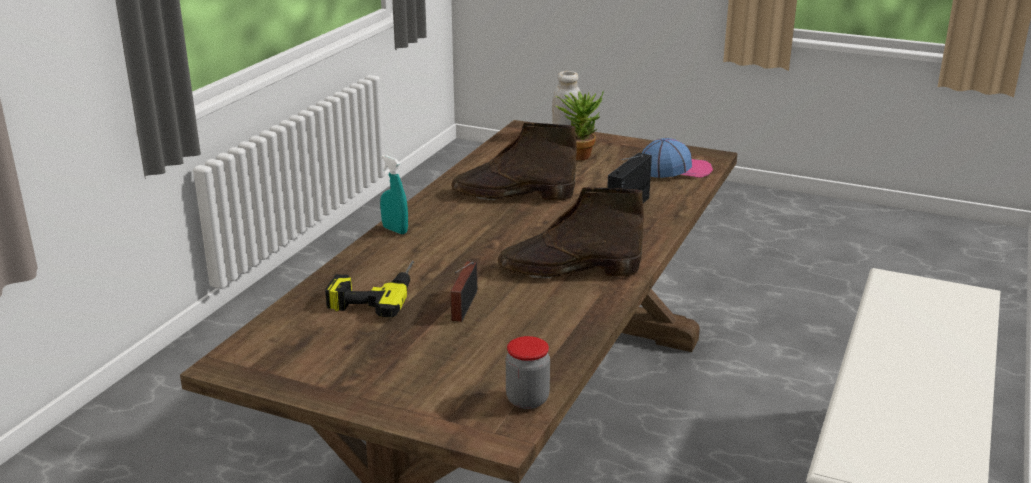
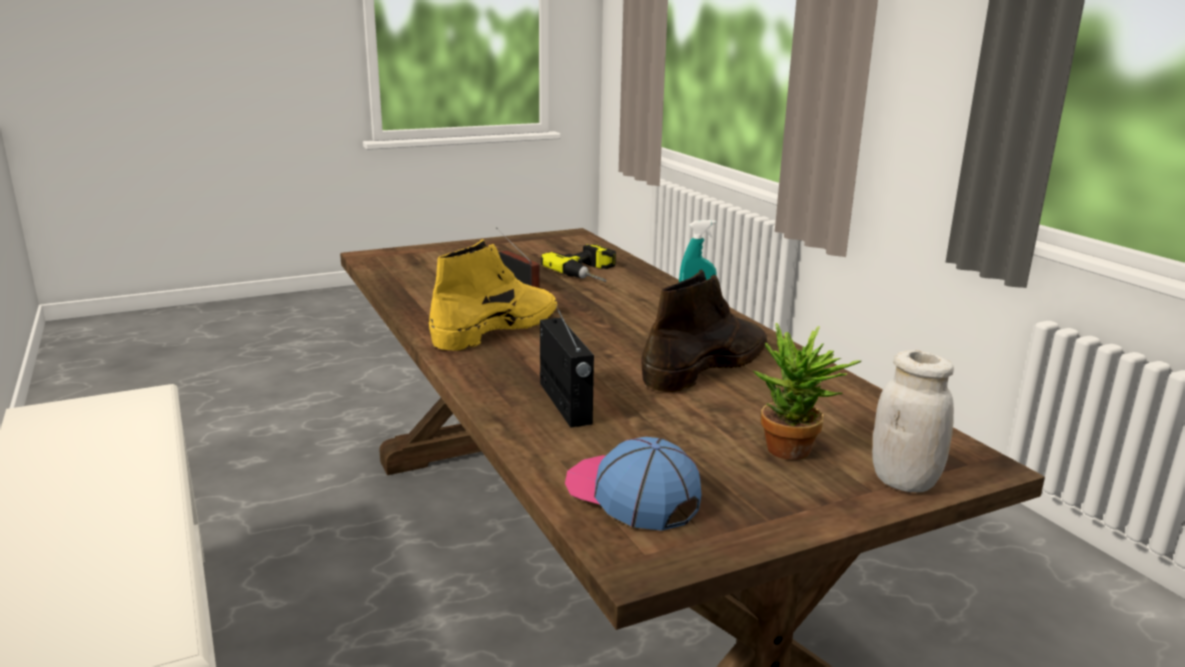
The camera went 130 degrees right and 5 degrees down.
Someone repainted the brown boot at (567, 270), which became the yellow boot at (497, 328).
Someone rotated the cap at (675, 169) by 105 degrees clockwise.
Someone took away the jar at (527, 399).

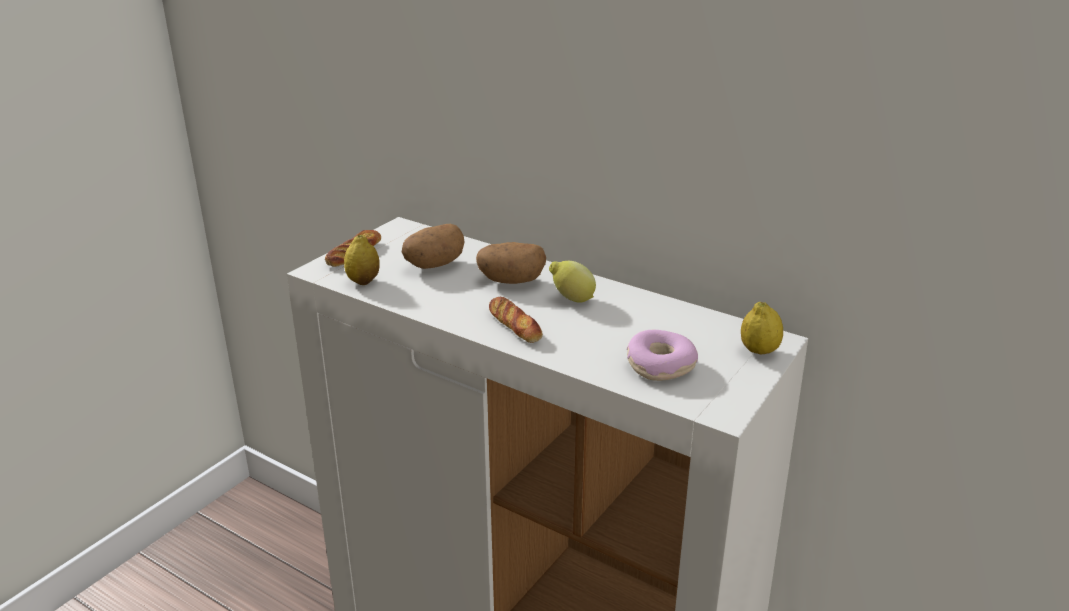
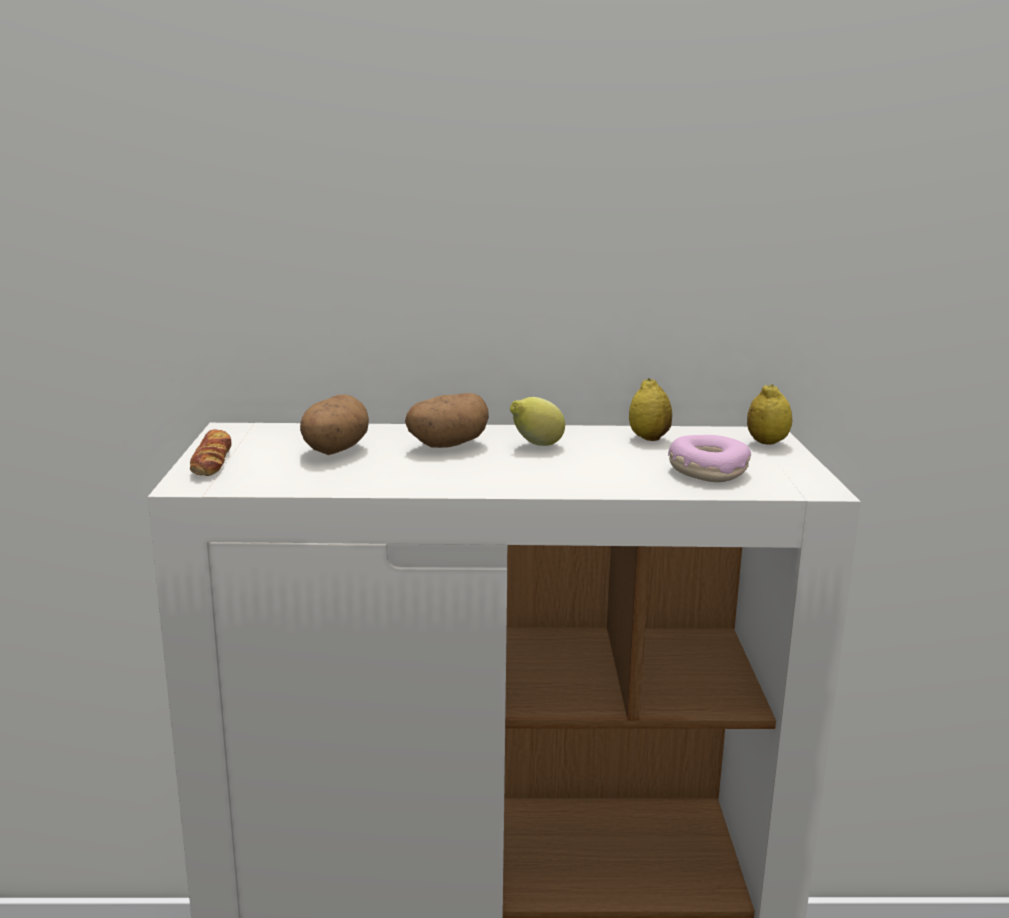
The camera went 35 degrees left and 10 degrees down.
Someone carried the lemon from (363, 281) to (649, 438).
Someone took away the bread at (515, 325).

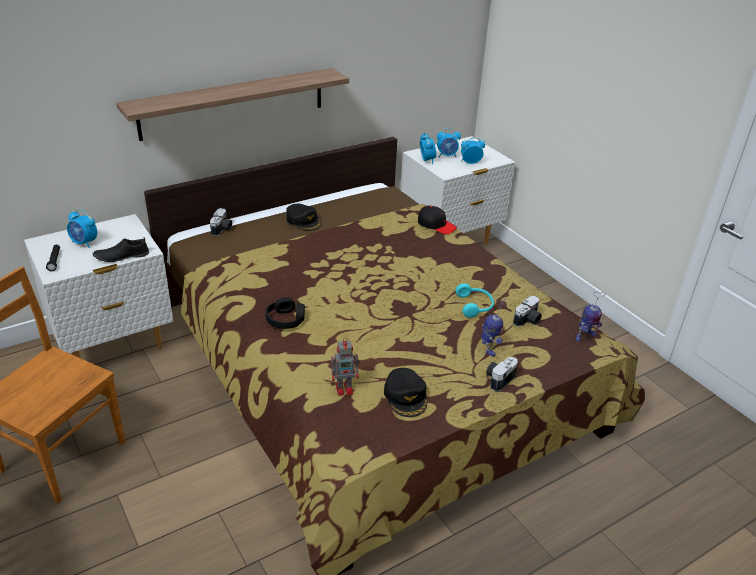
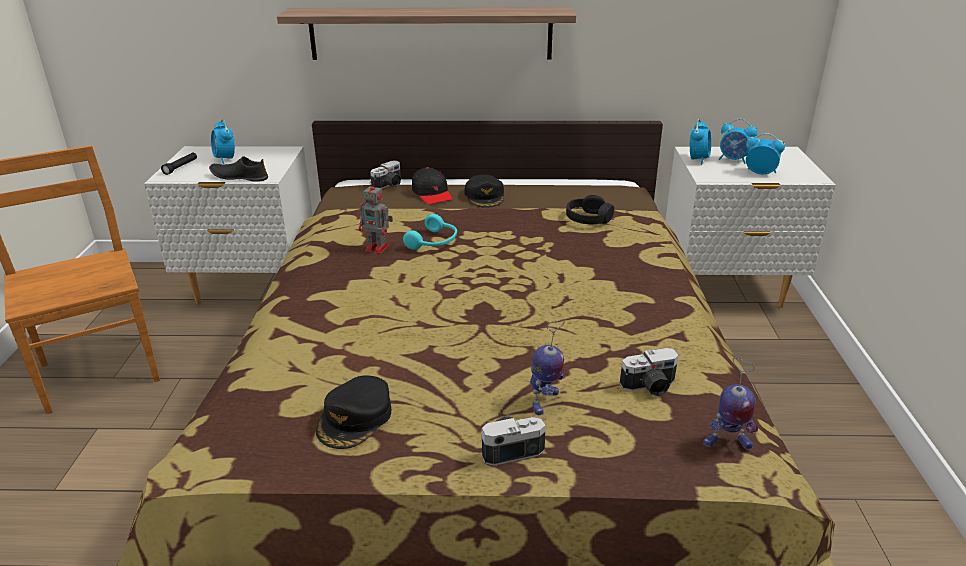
The camera went 35 degrees right and 5 degrees down.
Someone carried the toy robot from (345, 388) to (378, 248).
Someone carried the turquoise headphones from (475, 306) to (434, 242).
Someone carried the black cap from (436, 225) to (432, 194).
Someone carried the black headphones from (286, 320) to (588, 218).

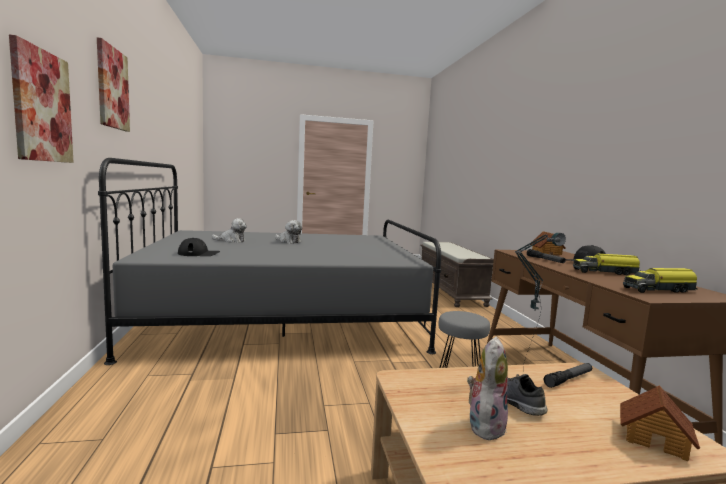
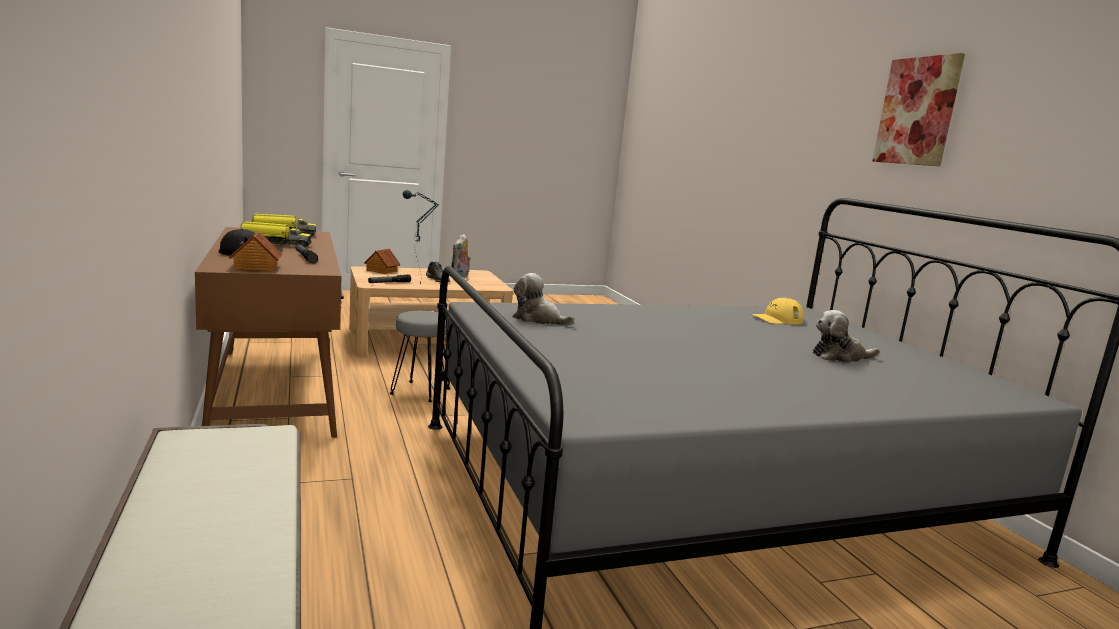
The camera went 170 degrees right and 5 degrees up.
Someone carried the plush toy from (288, 241) to (538, 319).
Someone repainted the black cap at (199, 253), which became the yellow cap at (777, 319).
Someone took away the picture at (41, 106).

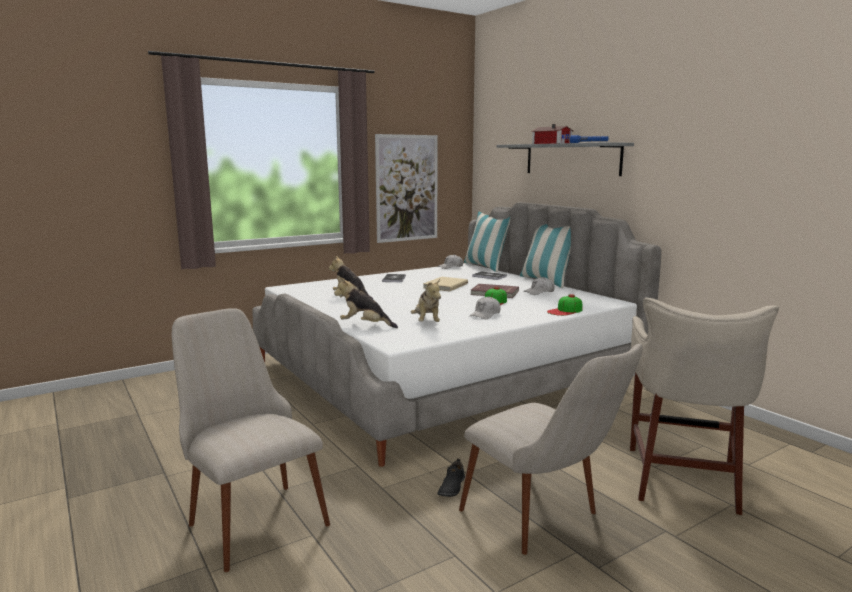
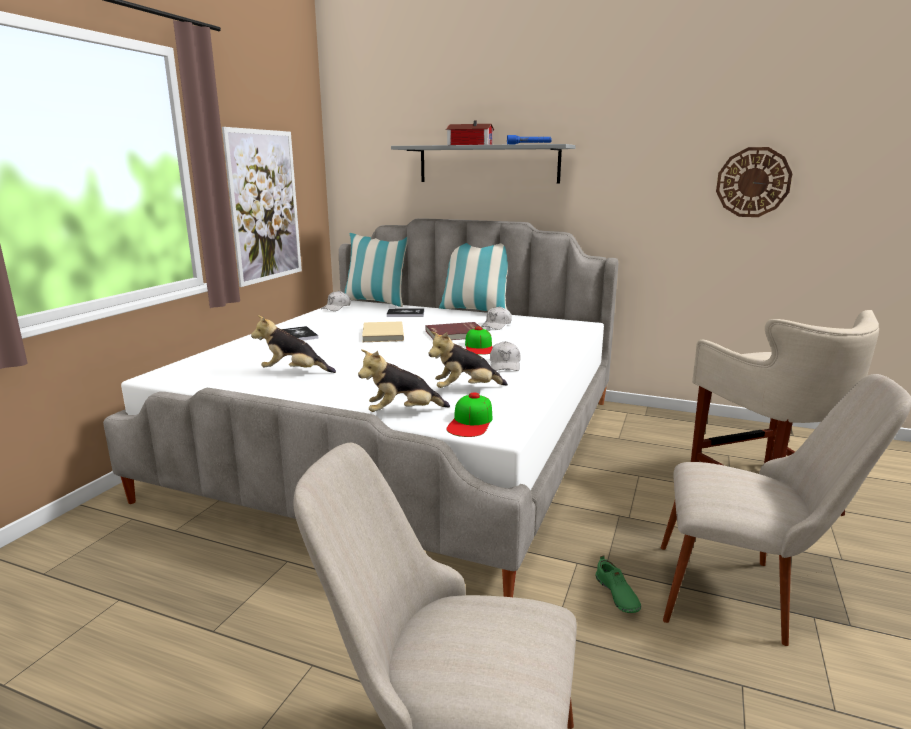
The camera went 35 degrees left and 5 degrees up.
Someone rotated the plush toy at (427, 322) by 120 degrees clockwise.
Someone carried the cap from (565, 311) to (470, 422).
Someone repainted the black shoe at (451, 487), which became the green shoe at (616, 595).
Someone put up the wall clock at (753, 182).

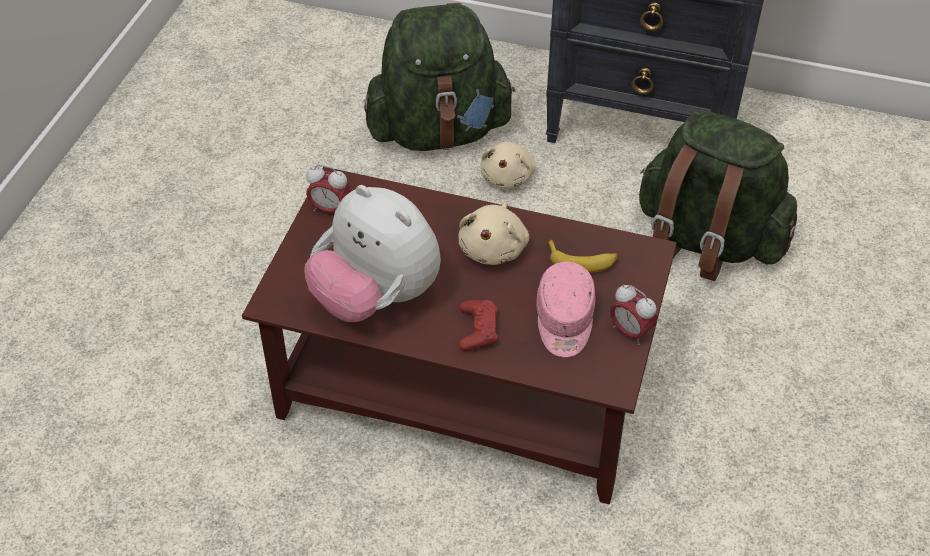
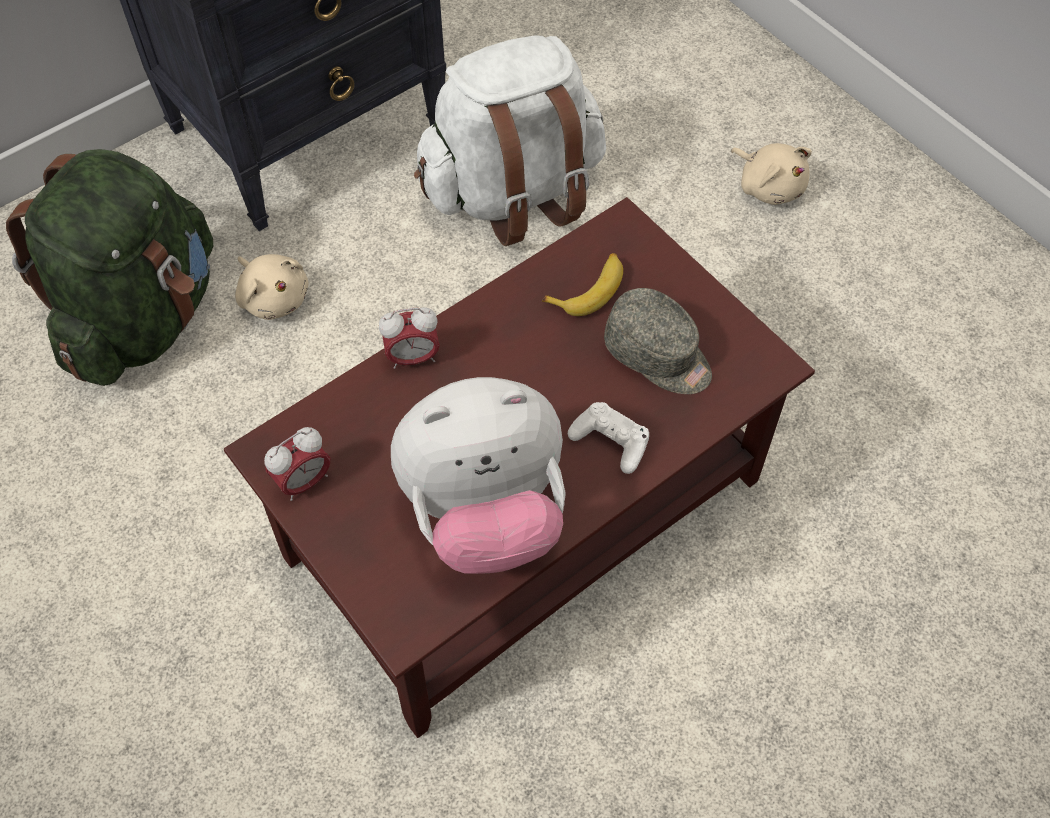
The camera went 55 degrees left and 10 degrees up.
Someone carried the alarm clock from (630, 332) to (413, 357).
Someone repainted the green backpack at (706, 241), which became the white backpack at (513, 193).
Someone repainted the red game controller at (478, 329), which became the white game controller at (610, 441).
Someone repainted the pink cap at (564, 321), which became the grey cap at (658, 355).
Someone carried the beige plush toy from (494, 248) to (769, 186).

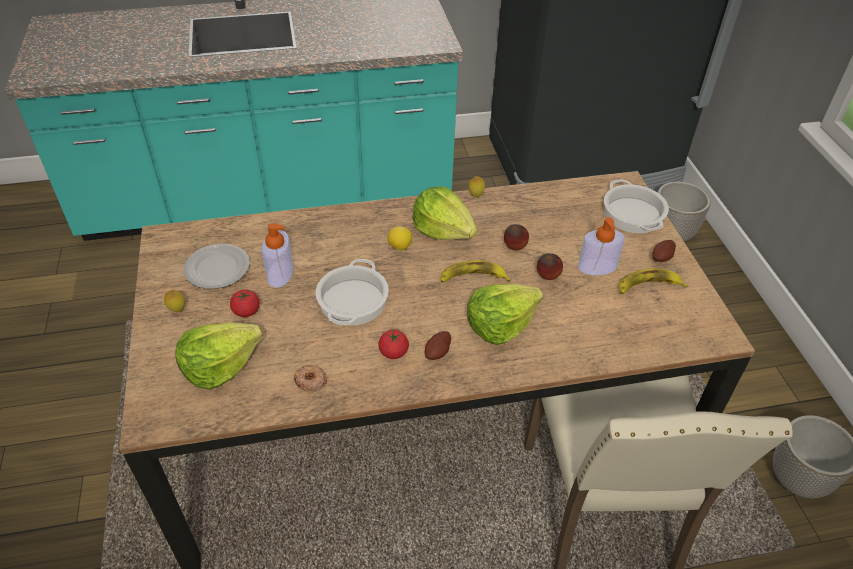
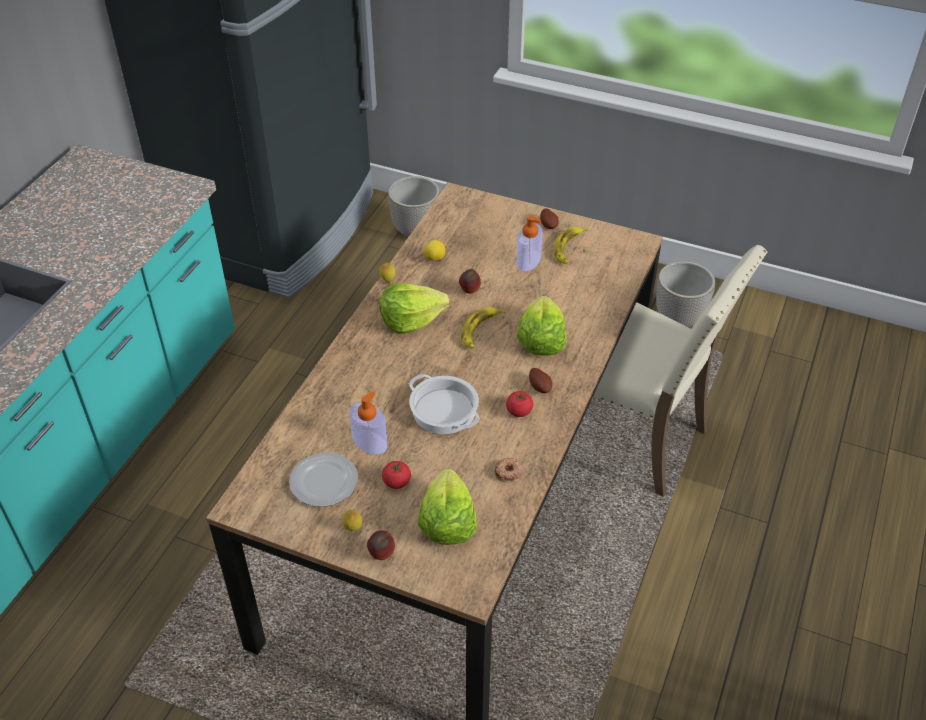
The camera went 55 degrees left and 0 degrees up.
Someone carried the apple from (547, 277) to (381, 555).
Someone carried the lemon from (399, 247) to (434, 259).
Someone took away the cooking pot at (634, 214).

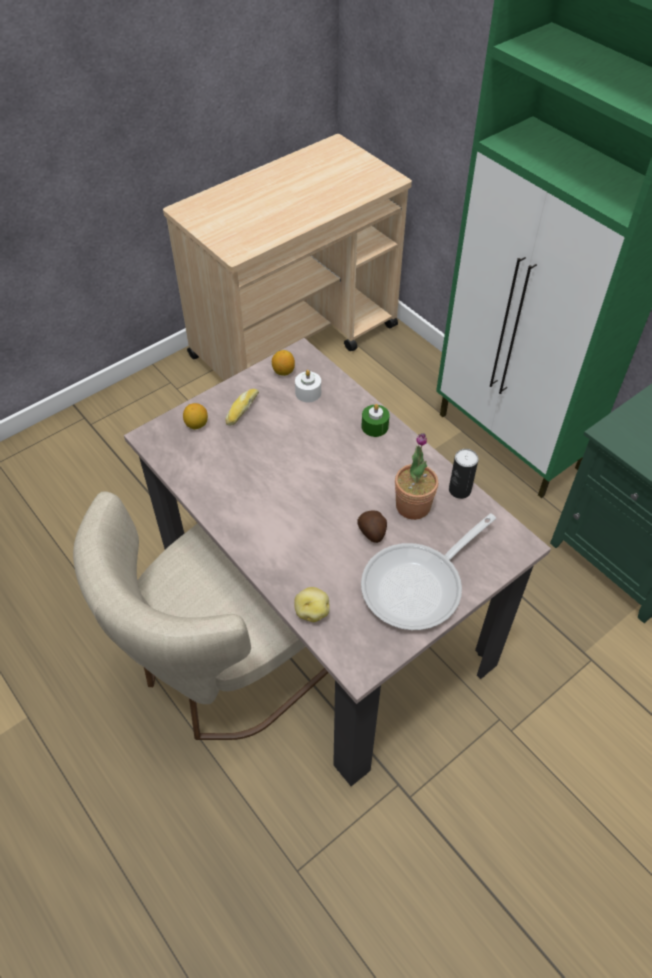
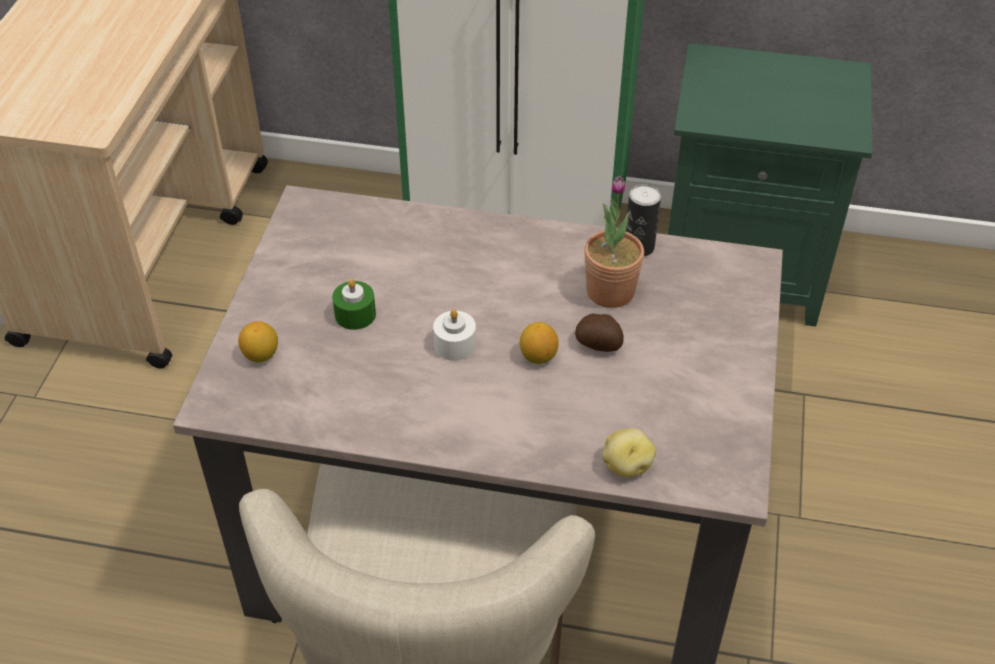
The camera went 40 degrees left and 5 degrees down.
Someone carried the green candle from (374, 426) to (355, 314).
Someone carried the white candle from (308, 393) to (455, 345).
Someone carried the lemon from (283, 371) to (538, 356).
Someone took away the bread at (241, 410).
Someone took away the frying pan at (419, 586).

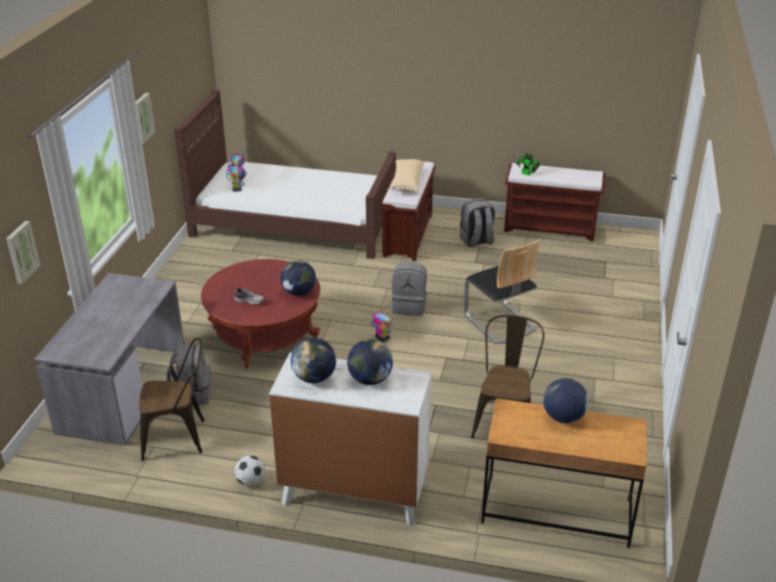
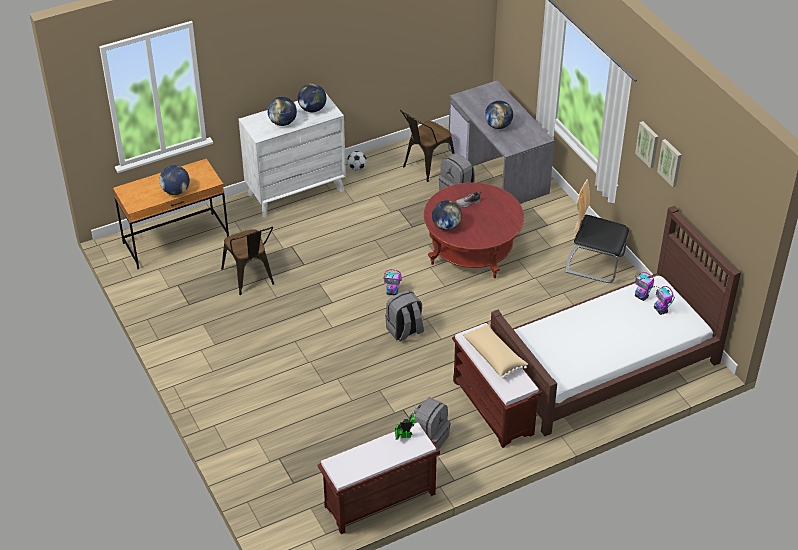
The camera went 140 degrees right and 10 degrees up.
Someone put down the globe at (498, 125).
Someone carried the chair from (499, 322) to (594, 264).
Someone carried the picture from (21, 252) to (670, 162).

